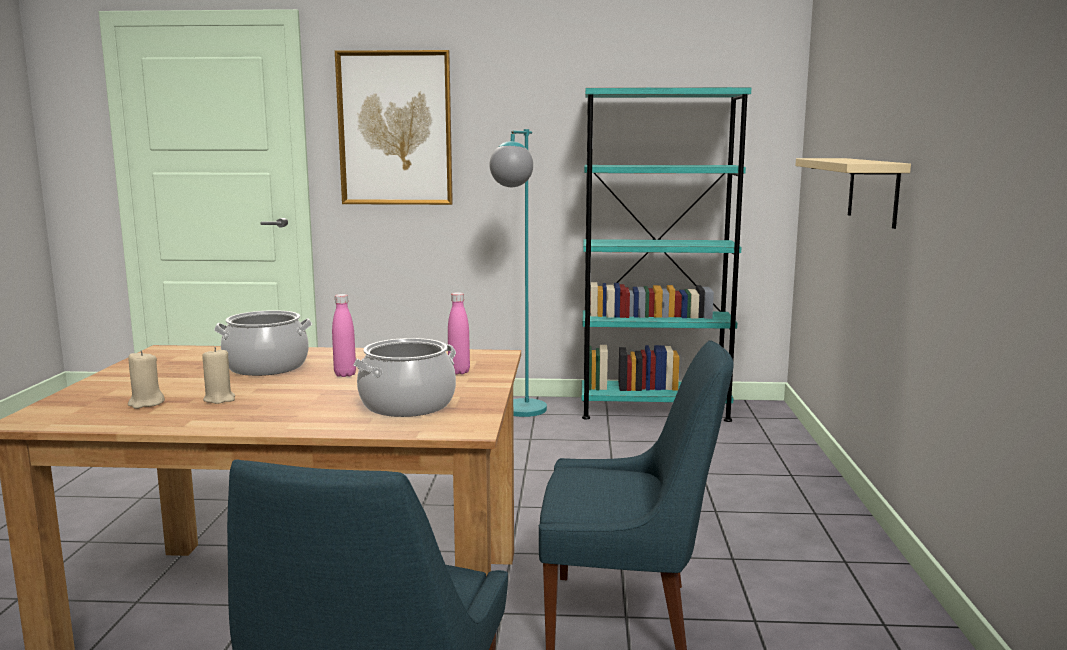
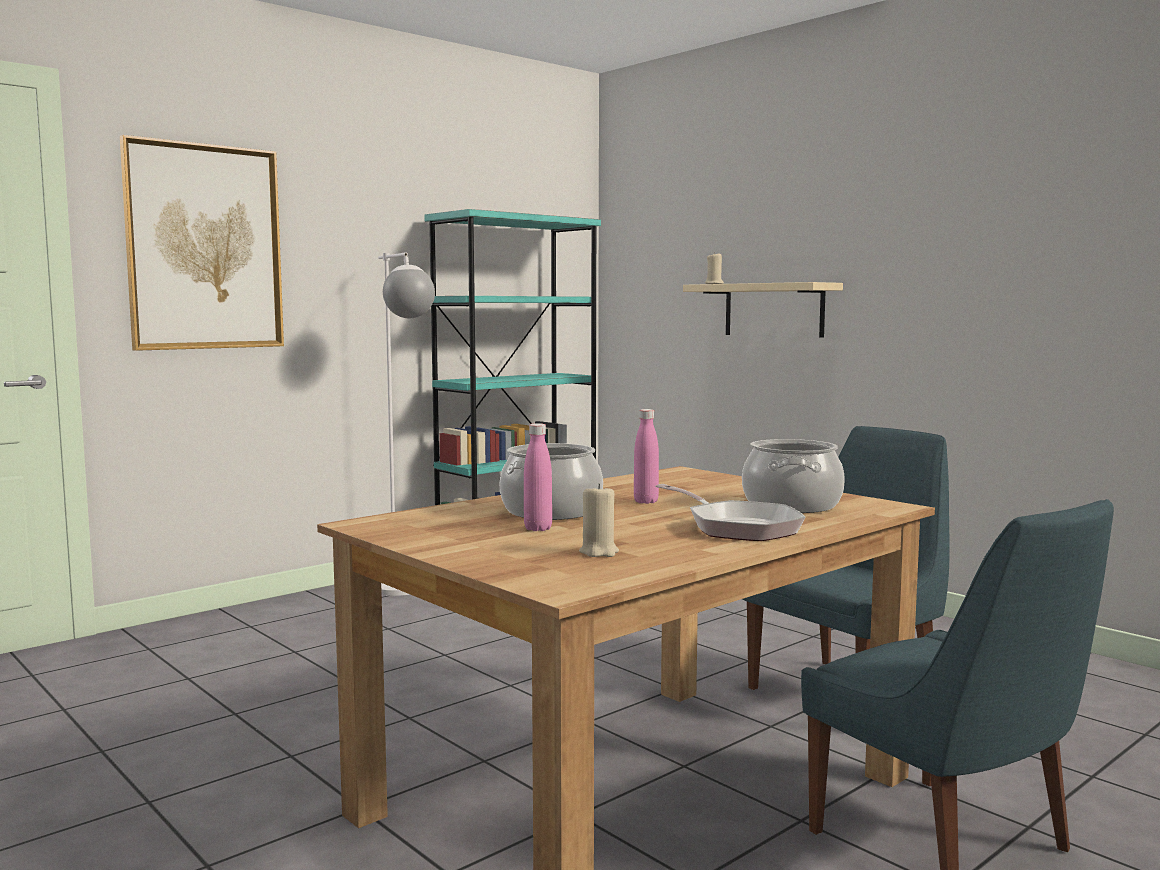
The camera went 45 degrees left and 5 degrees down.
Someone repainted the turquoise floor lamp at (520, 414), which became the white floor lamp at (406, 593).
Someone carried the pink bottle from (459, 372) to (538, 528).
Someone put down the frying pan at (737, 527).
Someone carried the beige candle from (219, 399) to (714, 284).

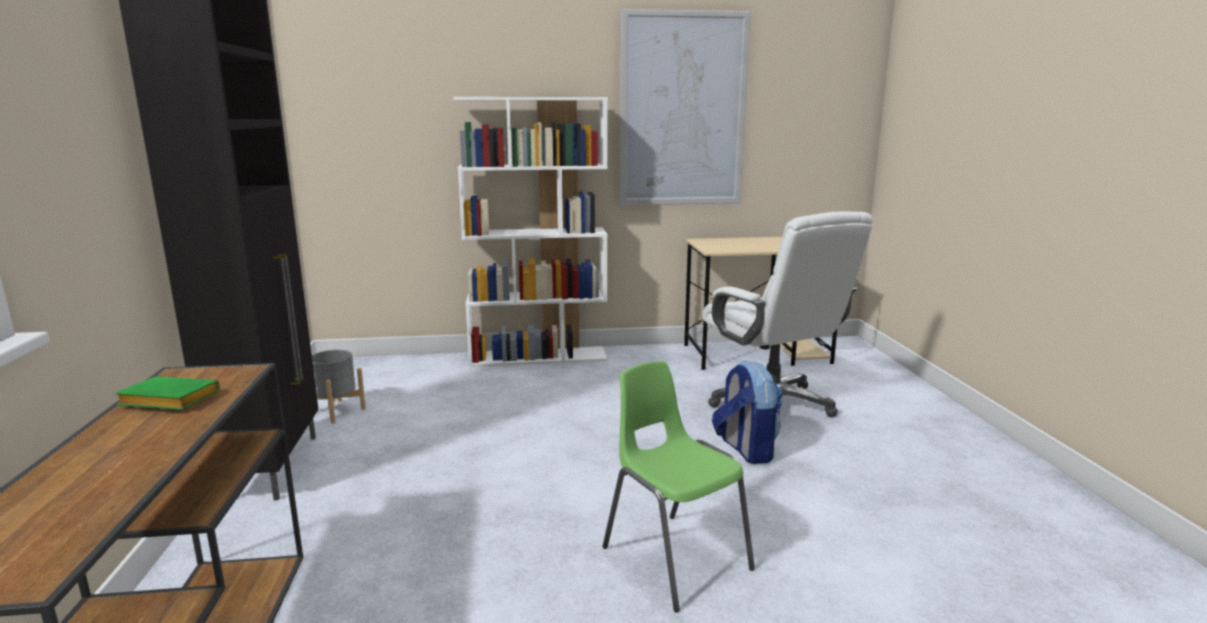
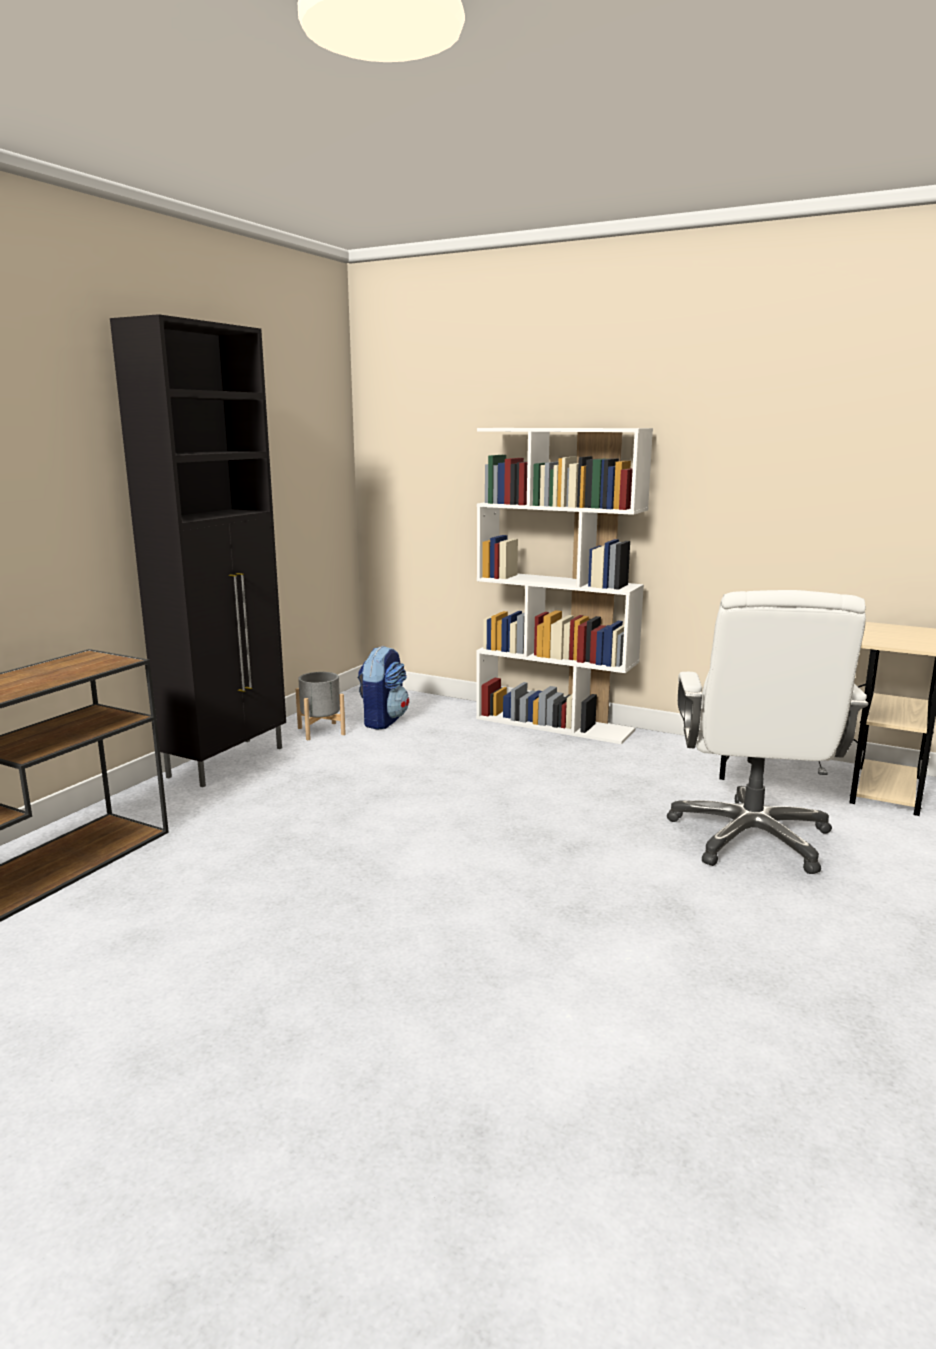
The camera went 35 degrees right and 0 degrees up.
Someone carried the backpack from (745, 449) to (383, 720).
Someone took away the green book at (166, 401).
Someone took away the green chair at (674, 558).
Someone took away the picture at (682, 110).

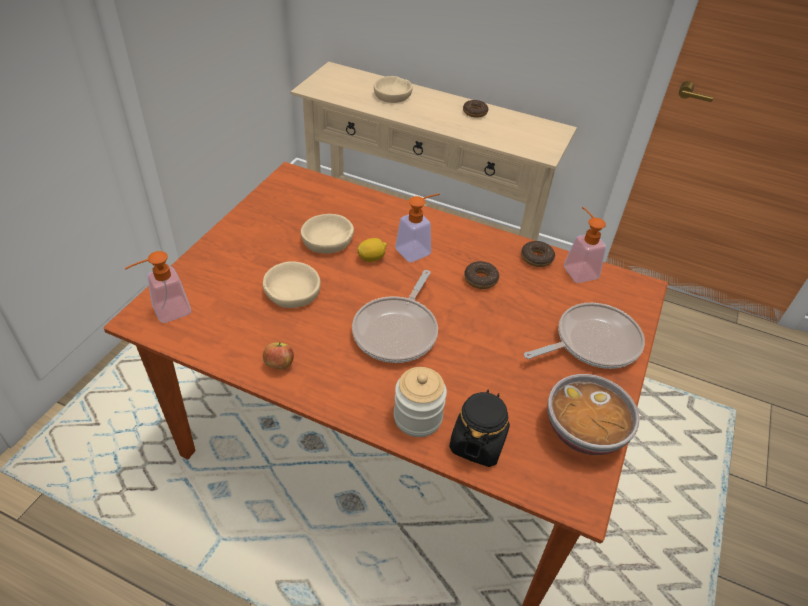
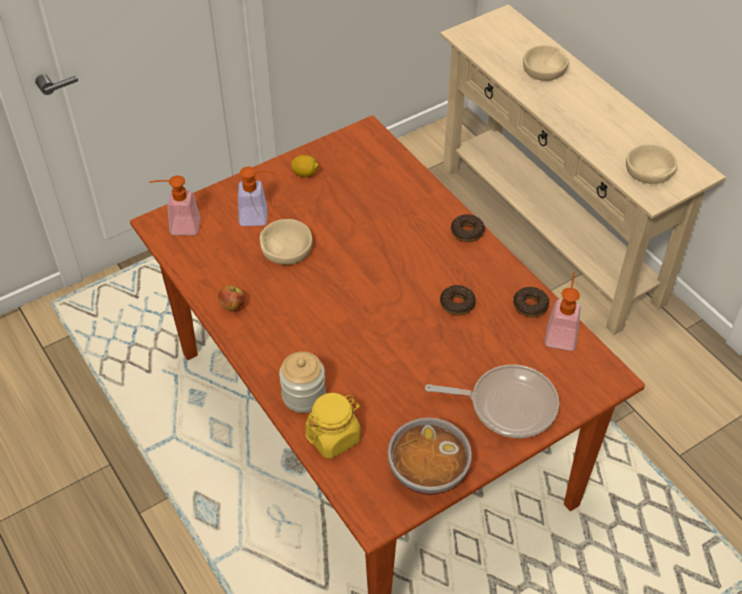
The camera went 35 degrees right and 5 degrees up.
Someone carried the soap dispenser from (418, 250) to (259, 217).
Someone carried the lemon from (372, 258) to (305, 173).
Someone repainted the black jar at (477, 443), which became the yellow jar at (333, 437).
Someone carried the donut from (475, 112) to (467, 232).
Someone carried the beige bowl from (327, 240) to (649, 170).
Someone took away the frying pan at (397, 331).

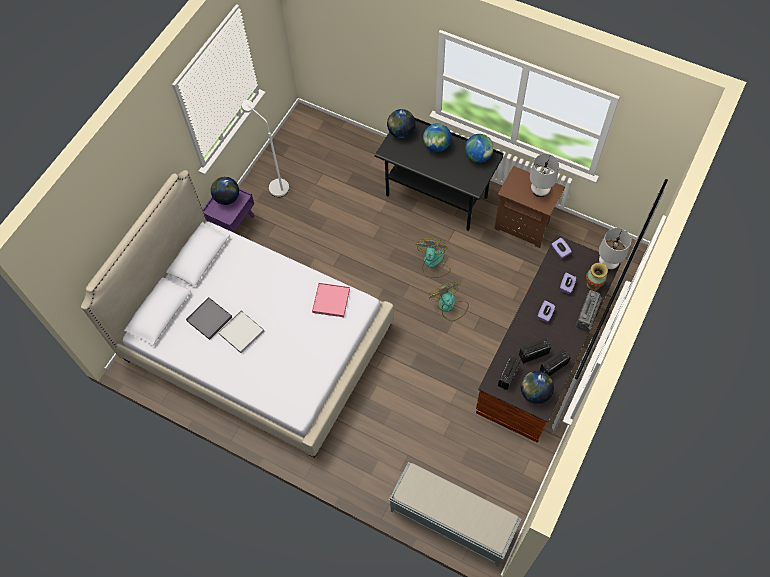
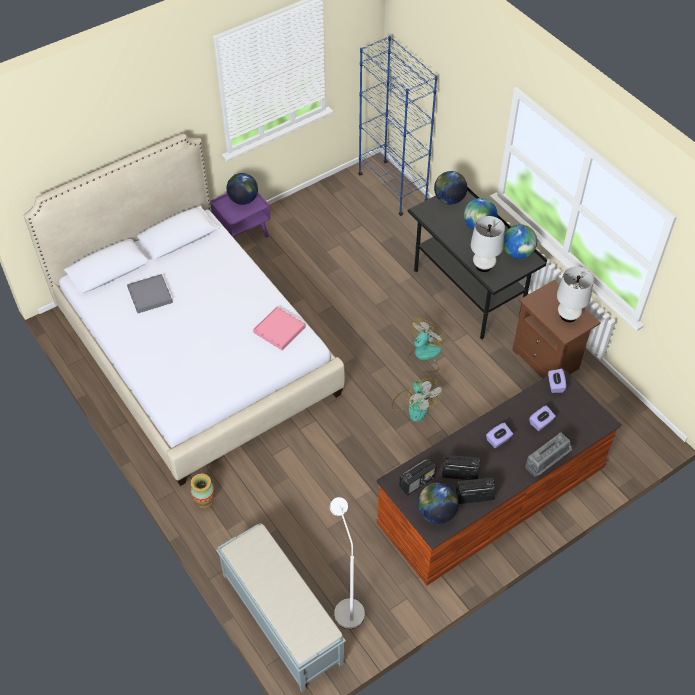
The camera went 25 degrees right and 10 degrees down.
Someone carried the vase from (593, 284) to (204, 500).
Someone carried the white floor lamp from (275, 185) to (346, 606).
Someone put down the blue bookcase at (392, 187).
Someone rotated the fan at (449, 306) by 150 degrees clockwise.
Someone carried the white table lamp from (607, 264) to (483, 266).
Someone took away the white tray at (241, 332).

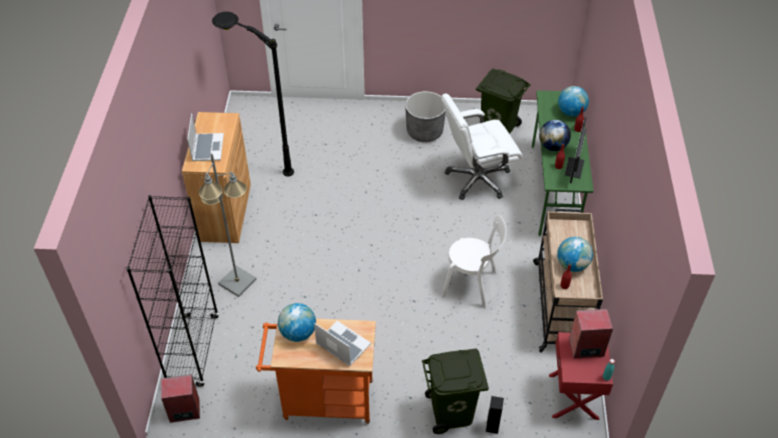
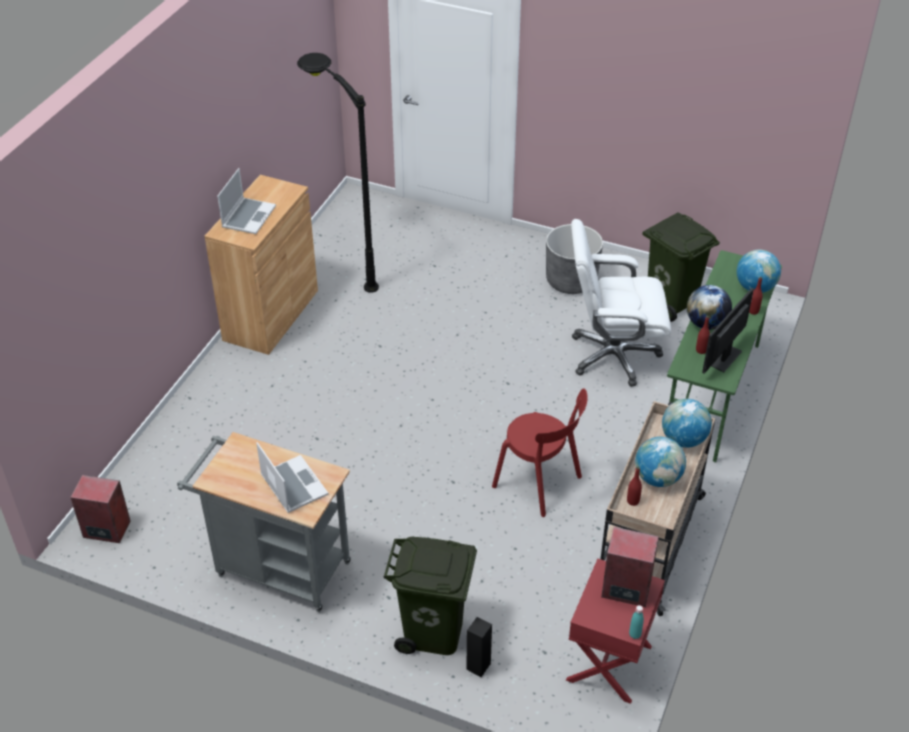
The camera went 20 degrees right and 5 degrees down.
Someone repainted the orange cart at (322, 400), which became the grey cart at (276, 567).
Someone repainted the white chair at (472, 285), which became the red chair at (540, 483).
Someone carried the globe from (298, 333) to (683, 439).
Someone took away the black bookcase at (193, 350).
Someone took away the grey floor lamp at (237, 282).

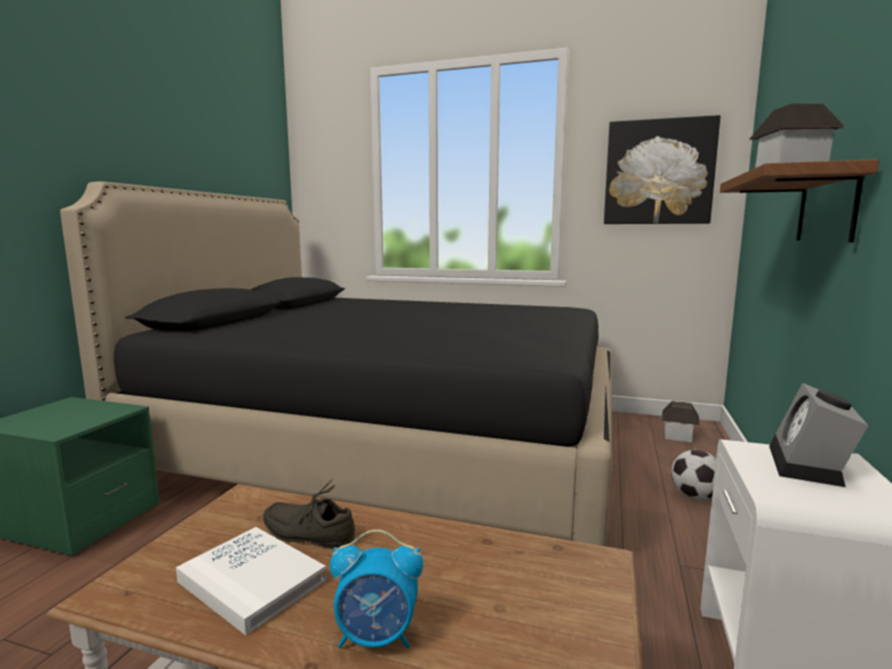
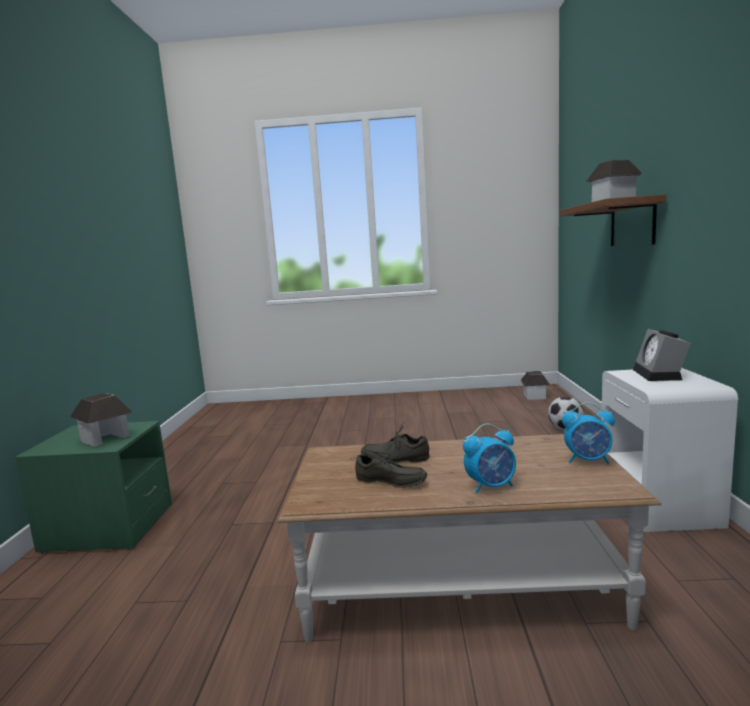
The camera went 15 degrees left and 0 degrees up.
Someone put down the toy house at (105, 438).
Someone swapped the white book at (252, 581) for the grey shoe at (390, 482).
Someone put down the alarm clock at (588, 460).
Someone took away the black bed at (390, 446).
Someone took away the picture at (658, 172).

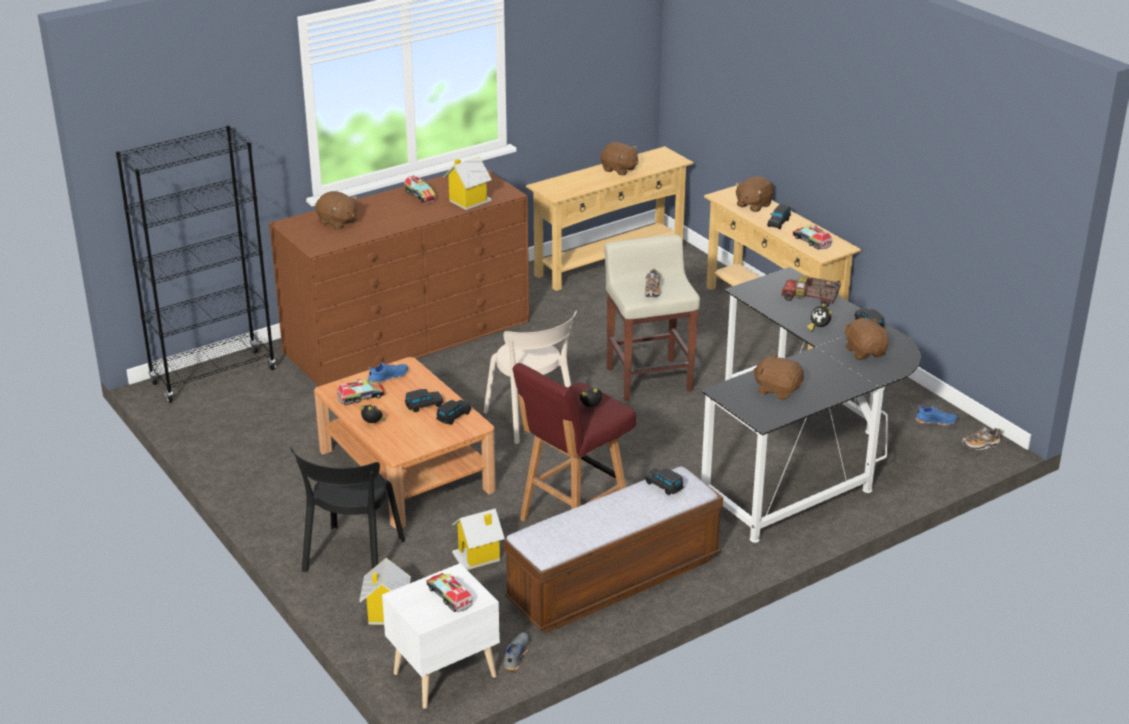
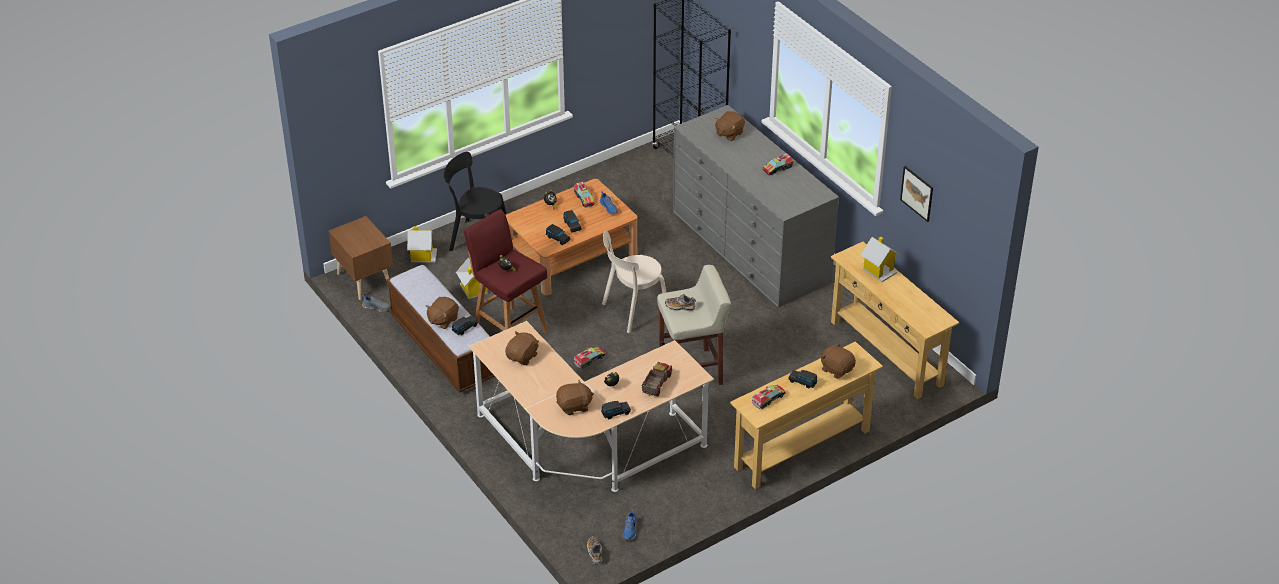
The camera went 90 degrees right and 10 degrees up.
Someone repainted the white nightstand at (442, 674), which became the brown nightstand at (364, 279).
Someone carried the brown plush toy from (619, 170) to (442, 320).
Someone repainted the black desk at (803, 453), which became the beige desk at (586, 448).
Someone carried the toy truck from (449, 596) to (589, 360).
Someone repainted the brown dresser at (408, 336), which became the grey dresser at (750, 246).
Someone carried the toy house from (468, 201) to (879, 270).
Someone put up the picture at (917, 193).

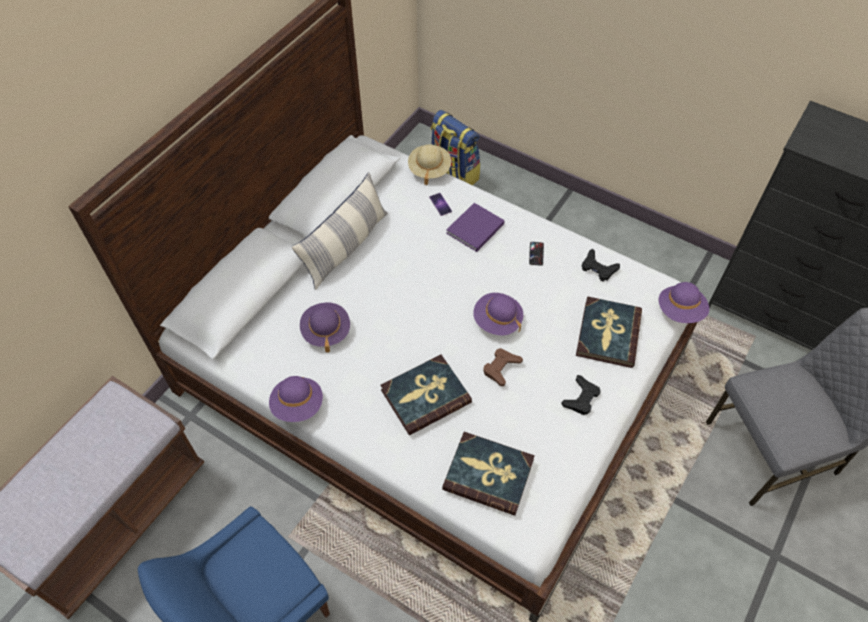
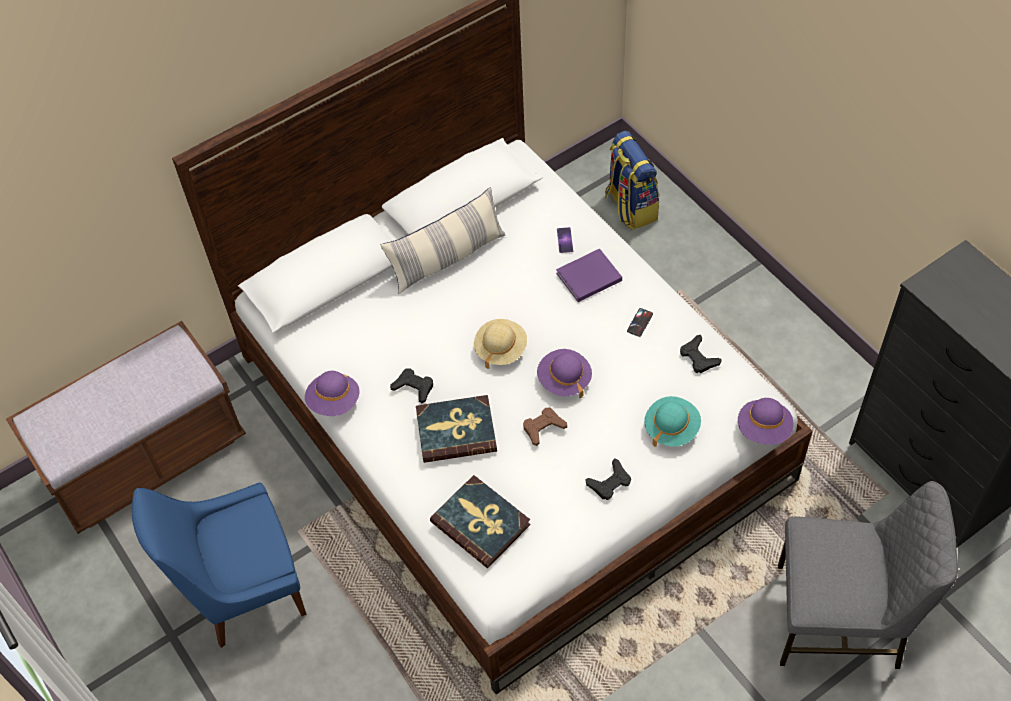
The camera went 25 degrees right and 0 degrees up.
Someone put down the black game controller at (413, 387).
Someone carried the beige hat from (429, 169) to (500, 349).
Someone swapped the book at (607, 334) for the turquoise hat at (671, 428).
Someone took away the purple hat at (326, 331).

